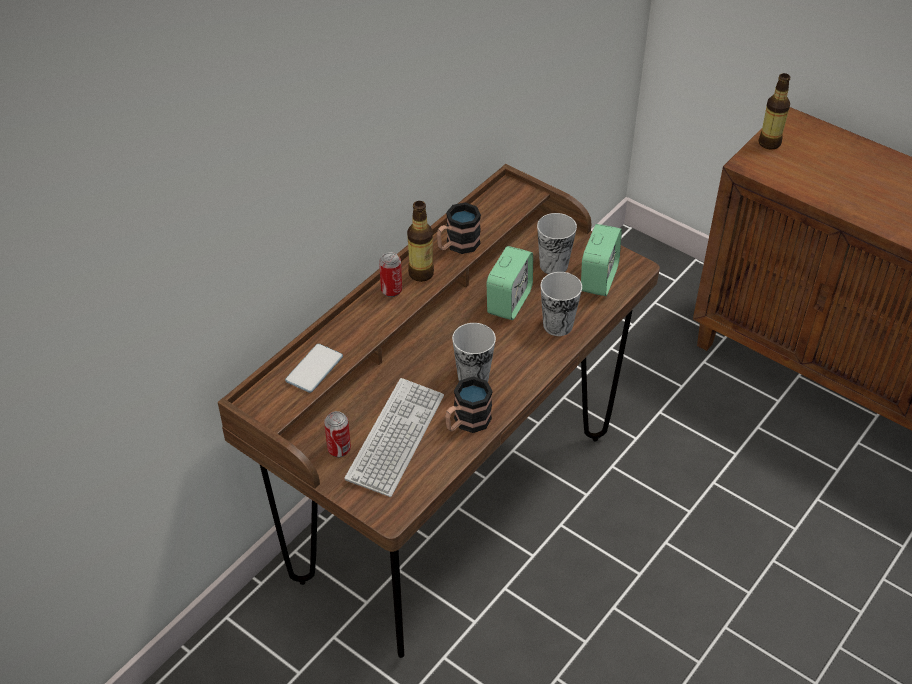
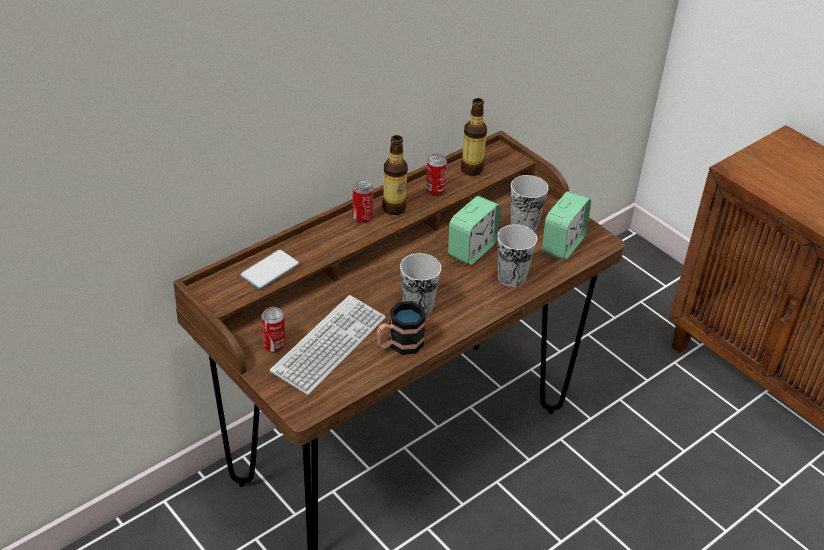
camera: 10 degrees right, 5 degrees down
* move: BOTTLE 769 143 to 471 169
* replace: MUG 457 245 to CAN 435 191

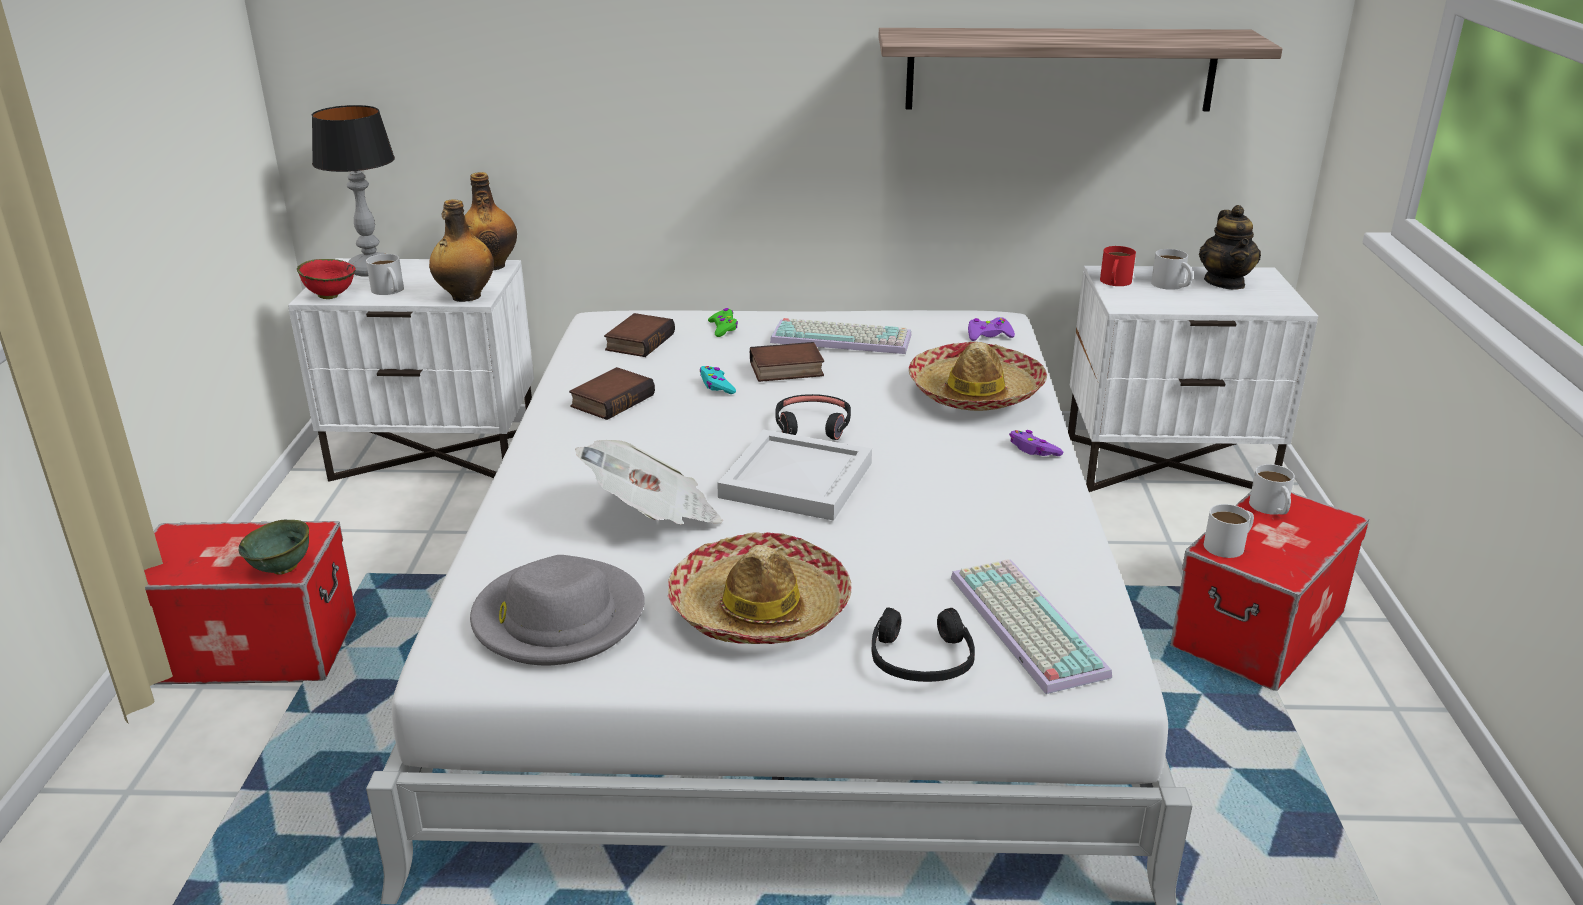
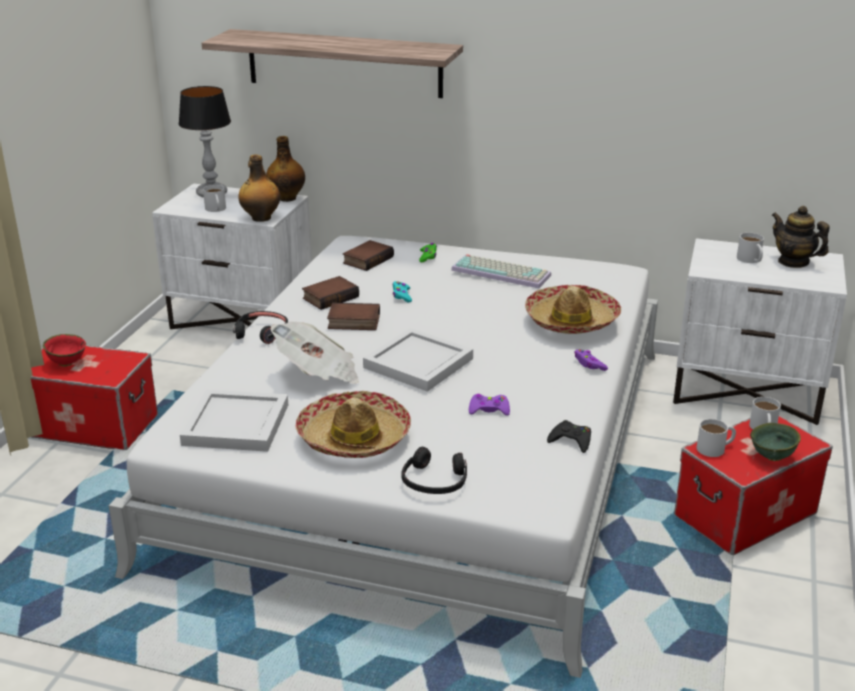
camera: 15 degrees right, 0 degrees up
* delete: KEYBOARD 1021 624
* delete: RED MUG 1114 283
* insert: BLACK GAME CONTROLLER 571 440
* move: GREEN BOWL 282 569 to 772 457
* move: RED BOWL 330 296 to 67 363
* move: BOOK 785 370 to 353 322
* move: BLACK HEADPHONES 812 426 to 261 332
* move: SHELF 1060 69 to 344 63
* move: PURPLE GAME CONTROLLER 988 335 to 489 410
* replace: GREY HAT 557 618 to WHITE TRAY 234 425
* rotate: TEAPOT 1225 283 = 793 262 120 degrees clockwise

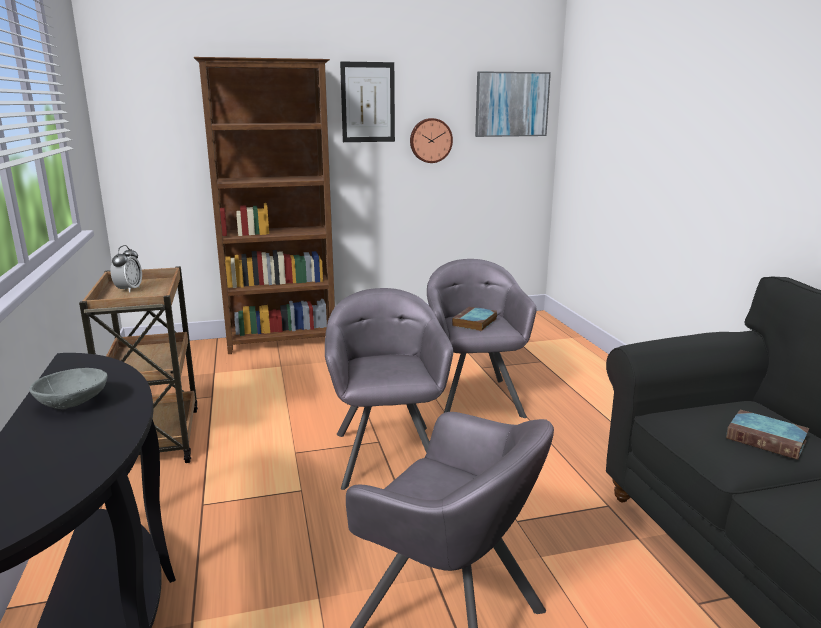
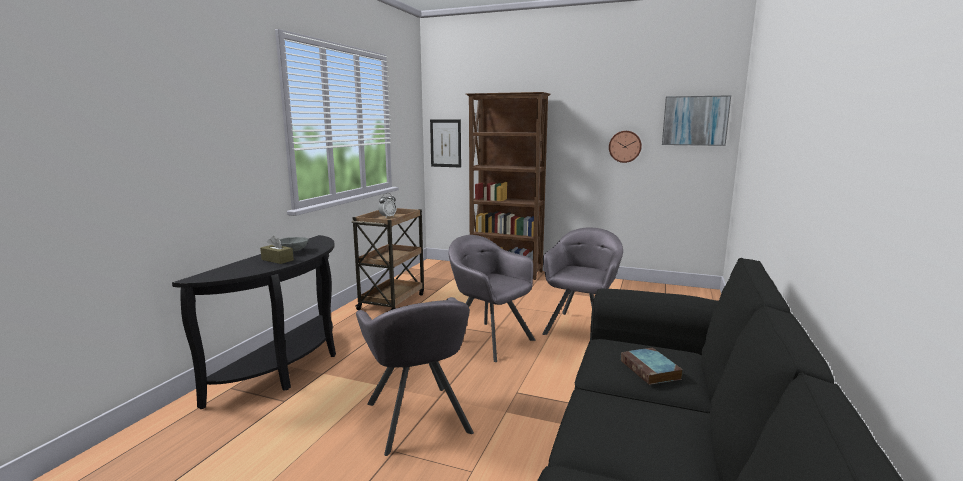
camera: 35 degrees right, 5 degrees down
* delete: BOOK 474 322
* insert: BROWN TISSUE BOX 277 260
* move: PICTURE 368 102 to 445 143
* rotate: GREY ARMCHAIR 388 454 = 489 340 75 degrees counterclockwise

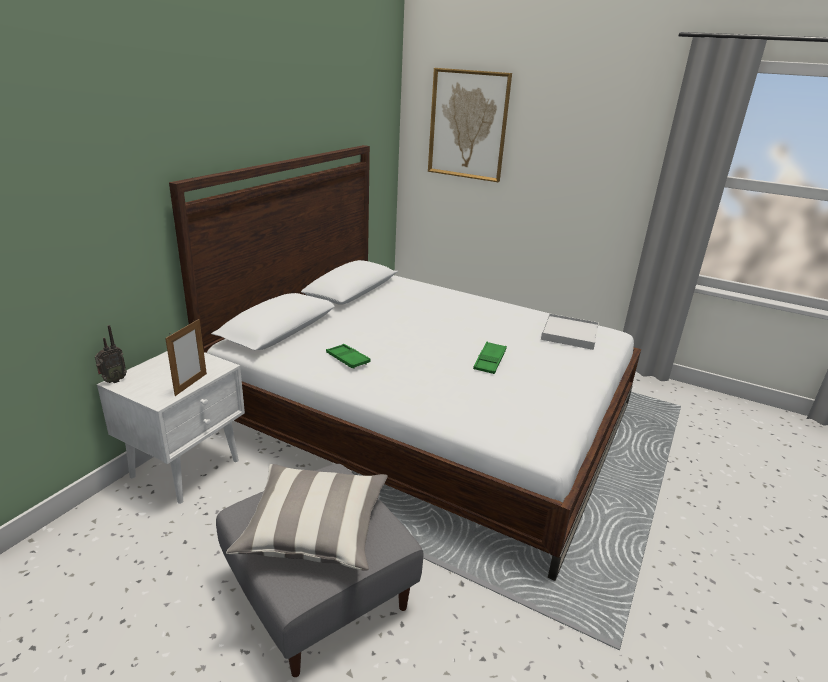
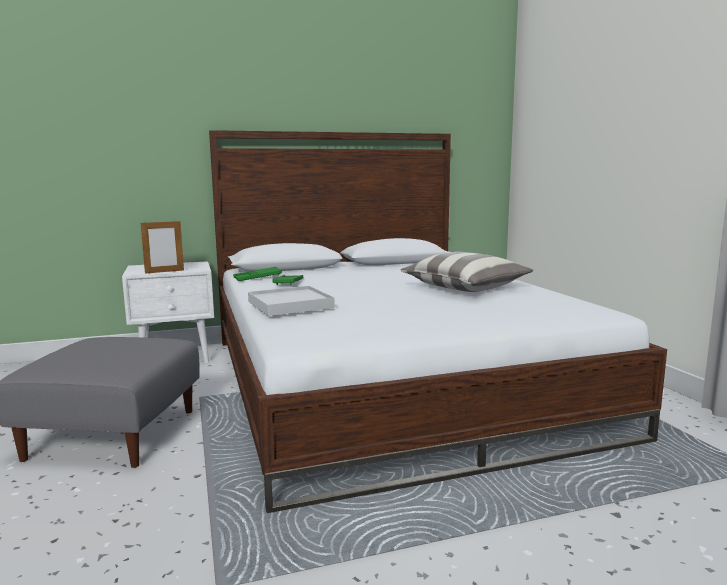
camera: 45 degrees right, 15 degrees down
* delete: RADIO 113 381
* delete: PICTURE 468 125
* move: PILLOW 314 529 to 465 287
* move: GREEN TRAY 489 361 to 258 277
* move: WHITE TRAY 569 334 to 290 304

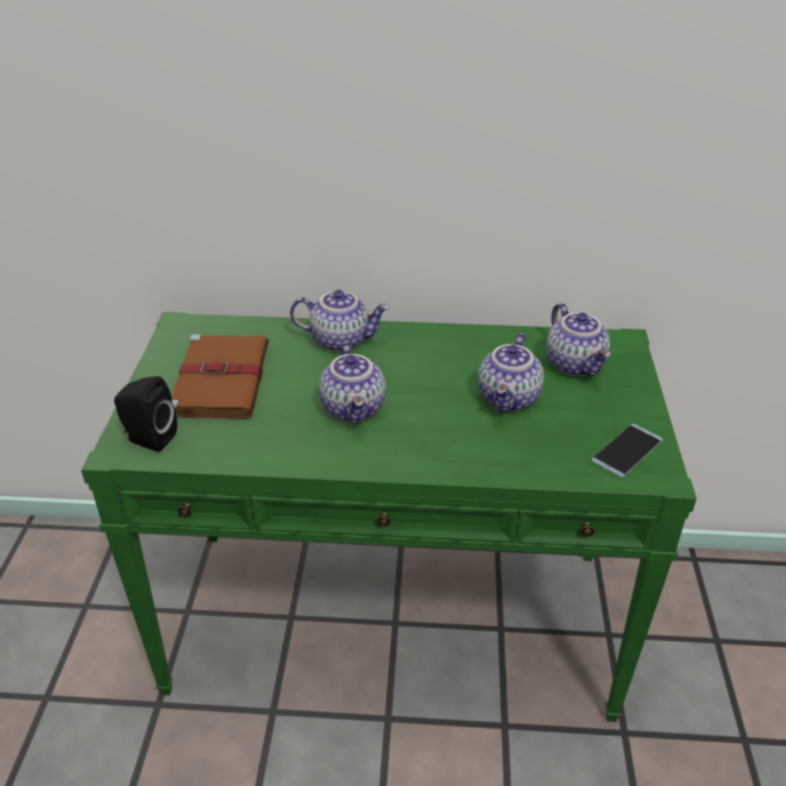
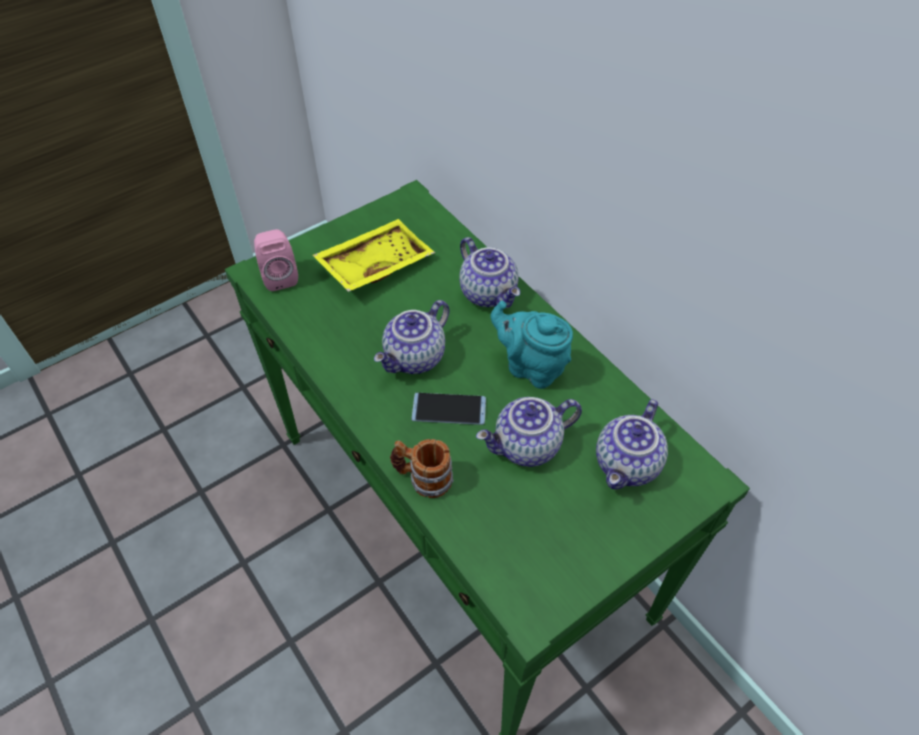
camera: 50 degrees right, 15 degrees up
* insert: MUG 422 478
* insert: TURQUOISE TEAPOT 531 367
* move: PHONE 627 451 to 449 409
* replace: BROWN BOOK 221 379 to YELLOW TRAY 374 264
* recolor: BLACK SPEAKER 148 439 to PINK SPEAKER 279 276

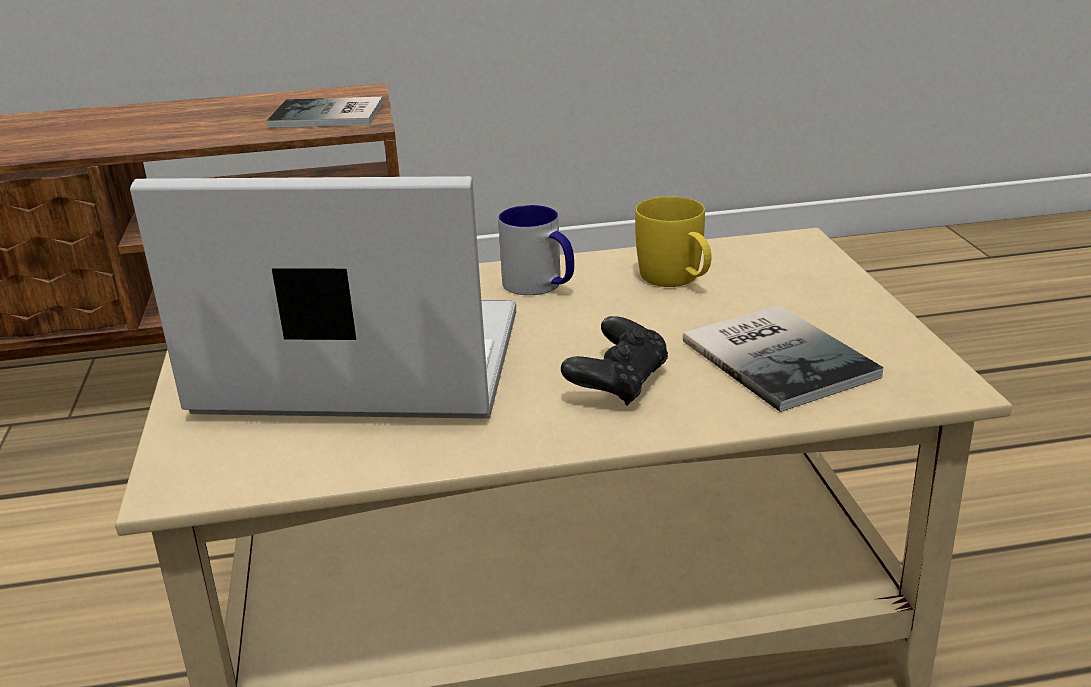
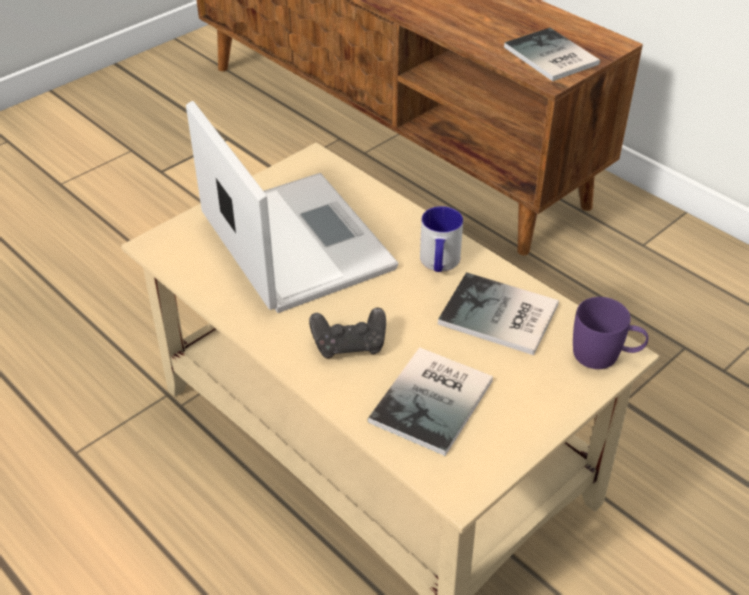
camera: 55 degrees right, 15 degrees up
* insert: PURPLE MUG 605 356
* replace: YELLOW MUG 677 280 to BOOK 500 317

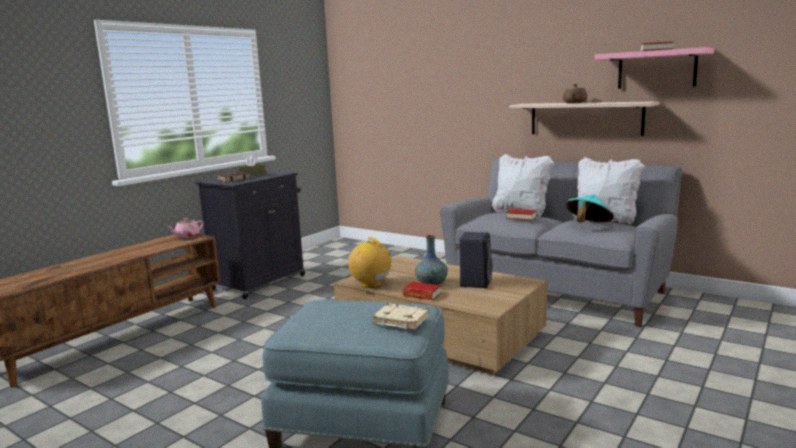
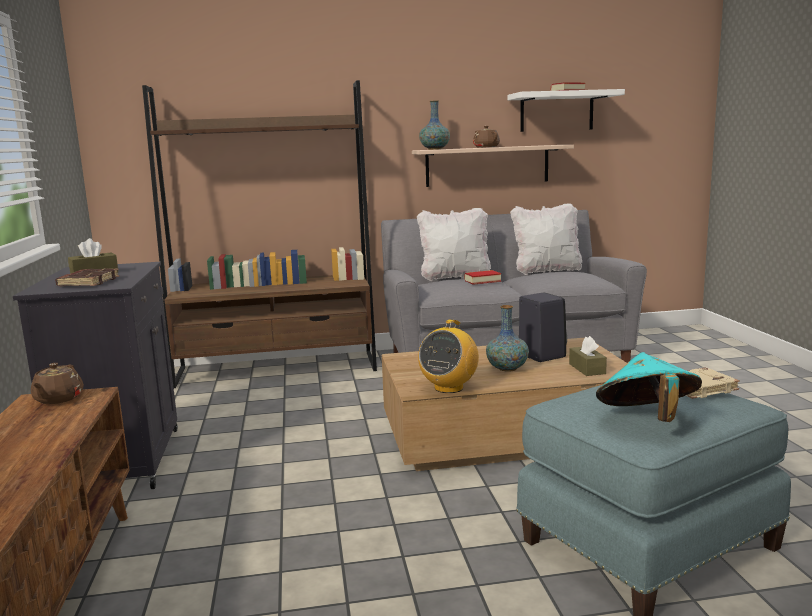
camera: 45 degrees left, 0 degrees up
* delete: BOOK 422 295
* insert: BROWN BOOKCASE 277 369
* insert: VASE 434 149
* insert: BROWN TISSUE BOX 587 369
* move: TURQUOISE HAT 588 225 to 646 419
* recolor: PINK TEAPOT 187 236 to BROWN TEAPOT 58 399
* recolor: PINK SHELF 656 69 to WHITE SHELF 556 112
* rotate: RADIO 371 284 = 449 388 60 degrees counterclockwise

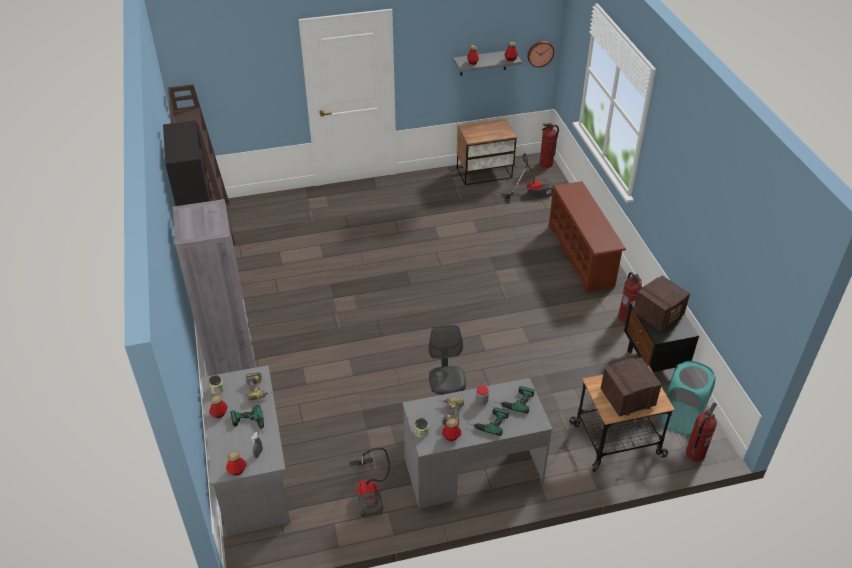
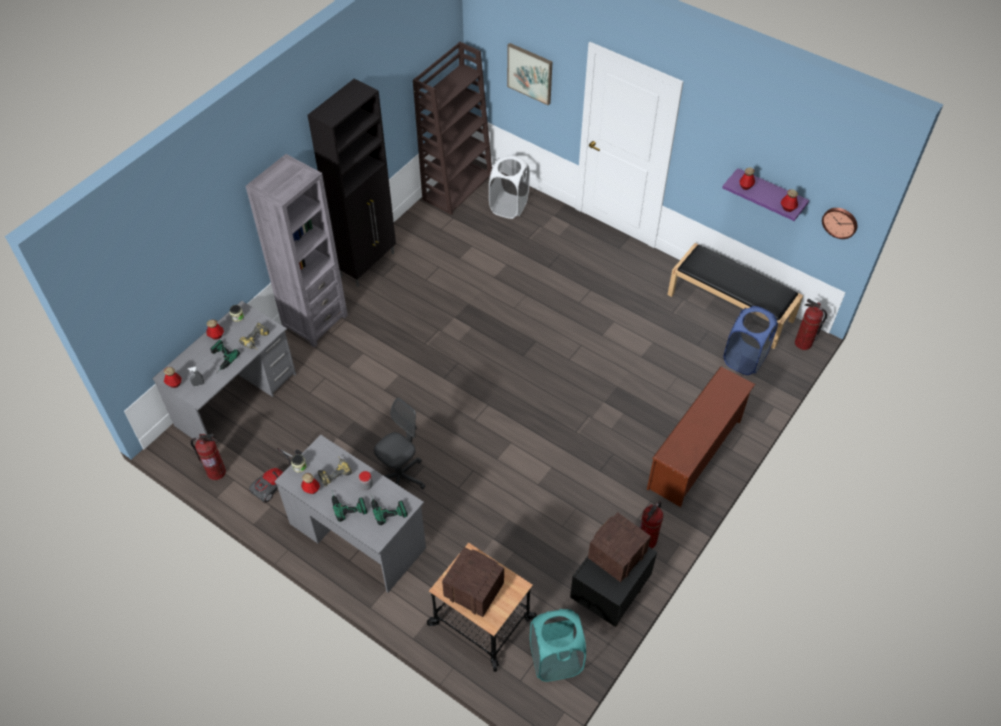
camera: 50 degrees right, 10 degrees up
* insert: WHITE LAUNDRY BASKET 509 206
* insert: PICTURE 530 73
* move: FIRE EXTINGUISHER 695 454 to 216 472
* replace: NIGHTSTAND 485 173 to BLACK BENCH 731 307
* replace: VACUUM CLEANER 531 192 to BLUE LAUNDRY BASKET 744 359
* recolor: GREY SHELF 483 63 to PURPLE SHELF 770 193
* rotate: RADIO 659 314 = 616 556 120 degrees clockwise

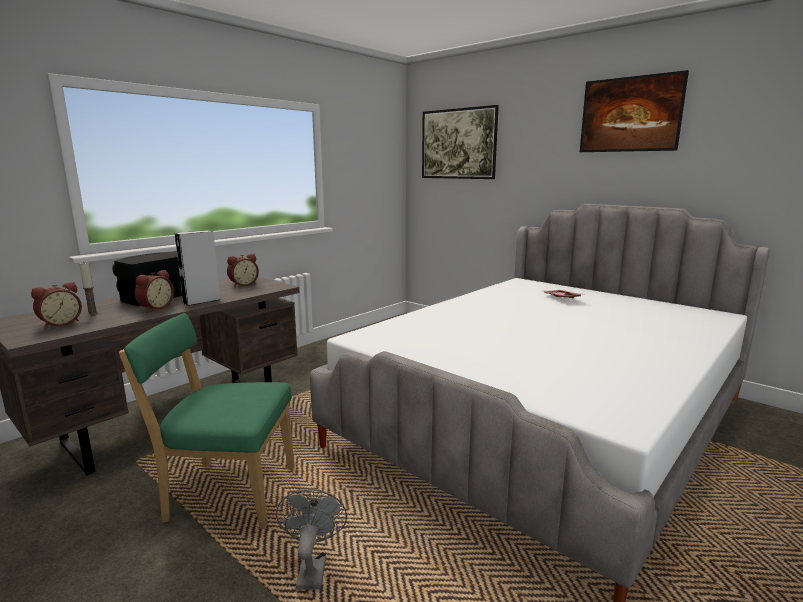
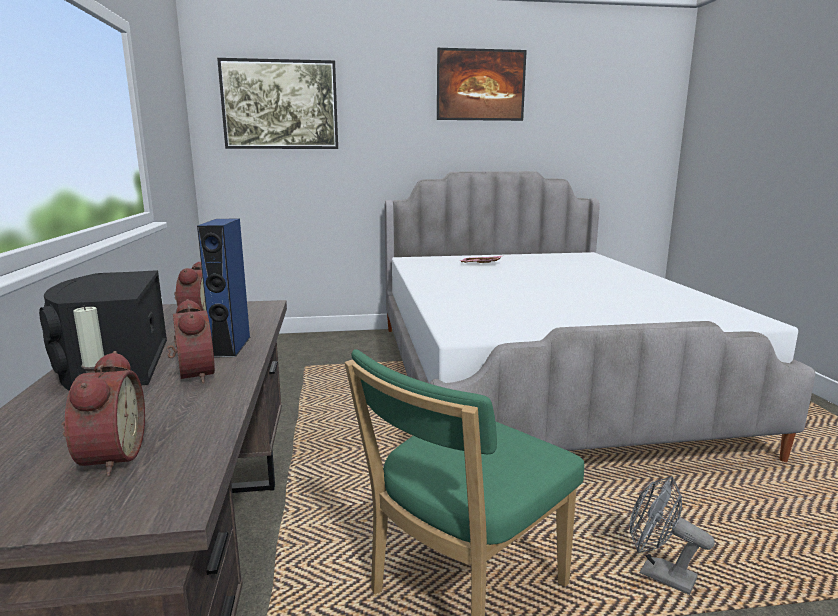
camera: 50 degrees left, 0 degrees up
* recolor: GREY SPEAKER 201 301 to BLUE SPEAKER 231 346

